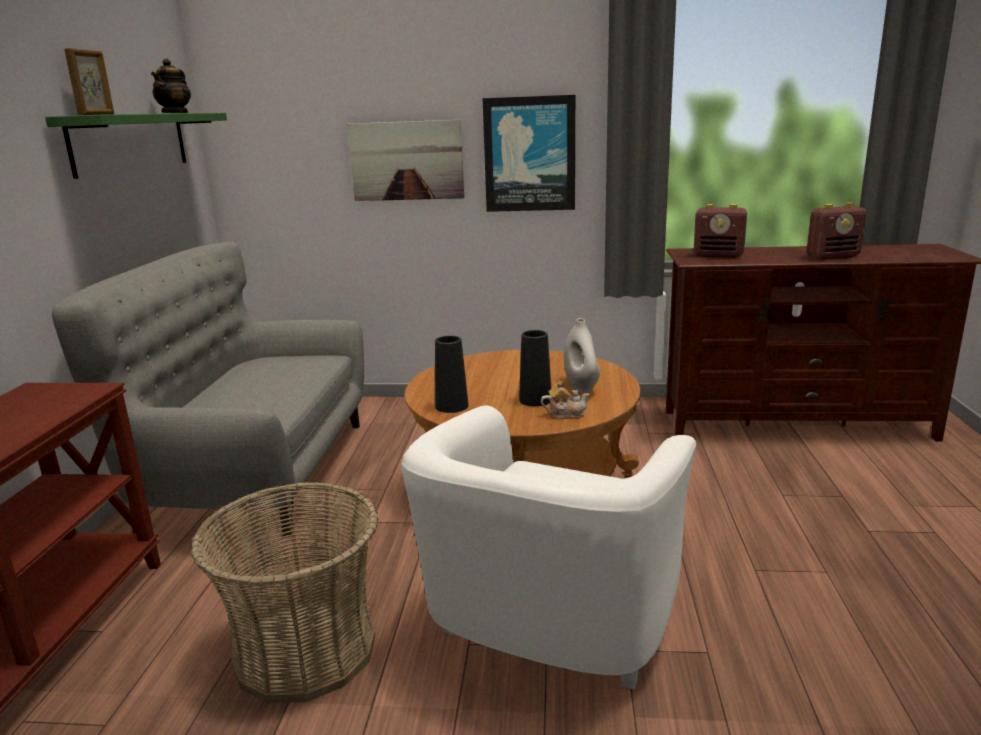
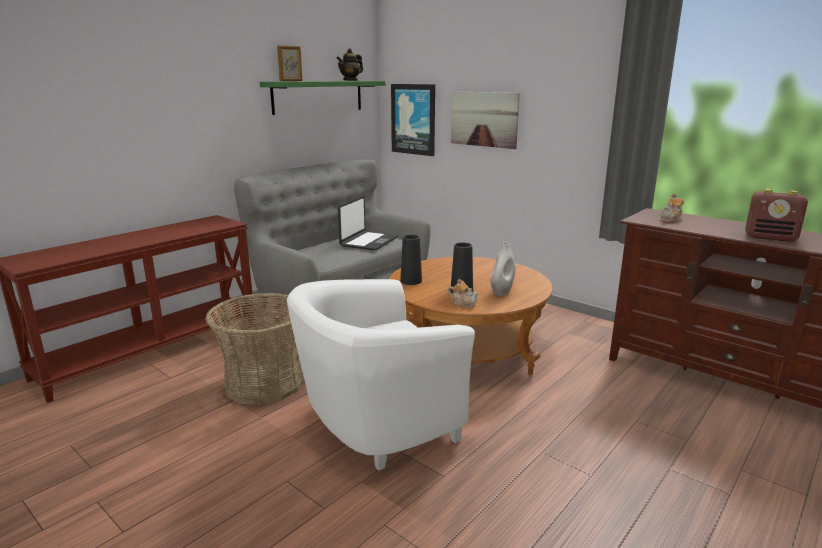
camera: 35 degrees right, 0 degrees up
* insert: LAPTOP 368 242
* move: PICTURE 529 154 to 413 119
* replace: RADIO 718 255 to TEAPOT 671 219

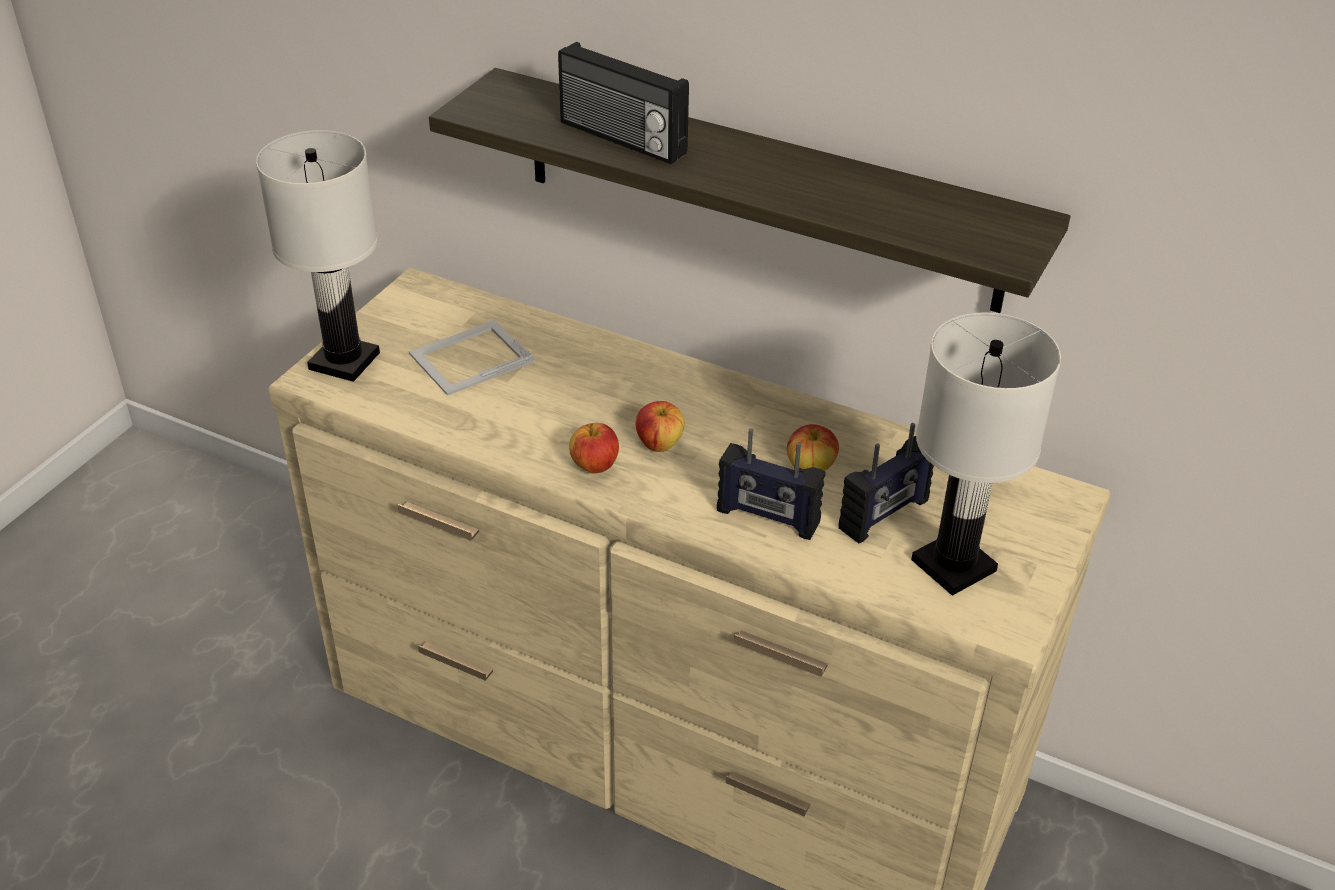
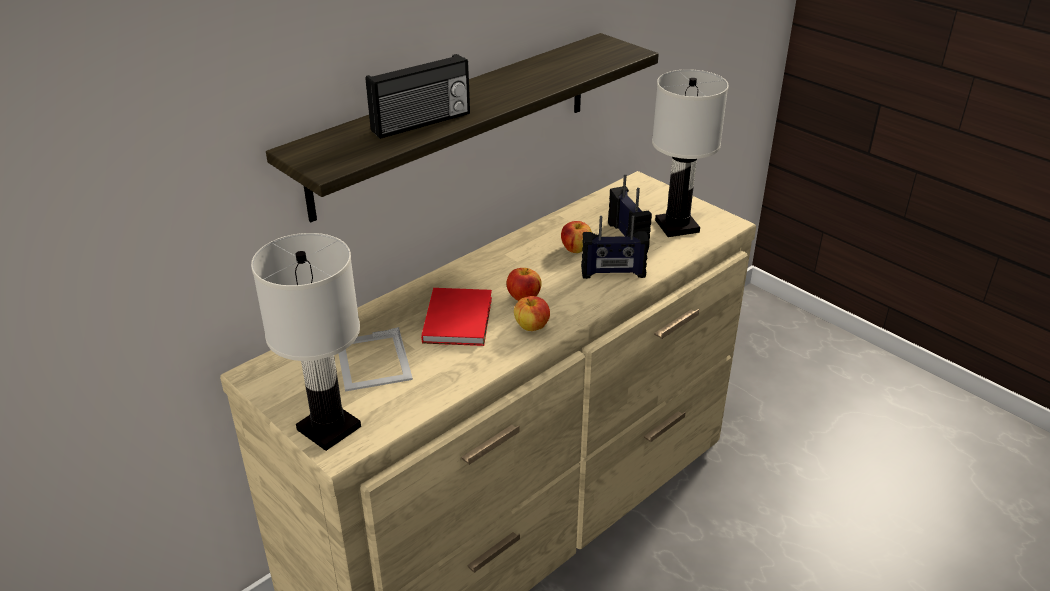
camera: 70 degrees left, 5 degrees down
* insert: RED BOOK 459 318
* rotate: RADIO 767 517 = 613 273 45 degrees clockwise

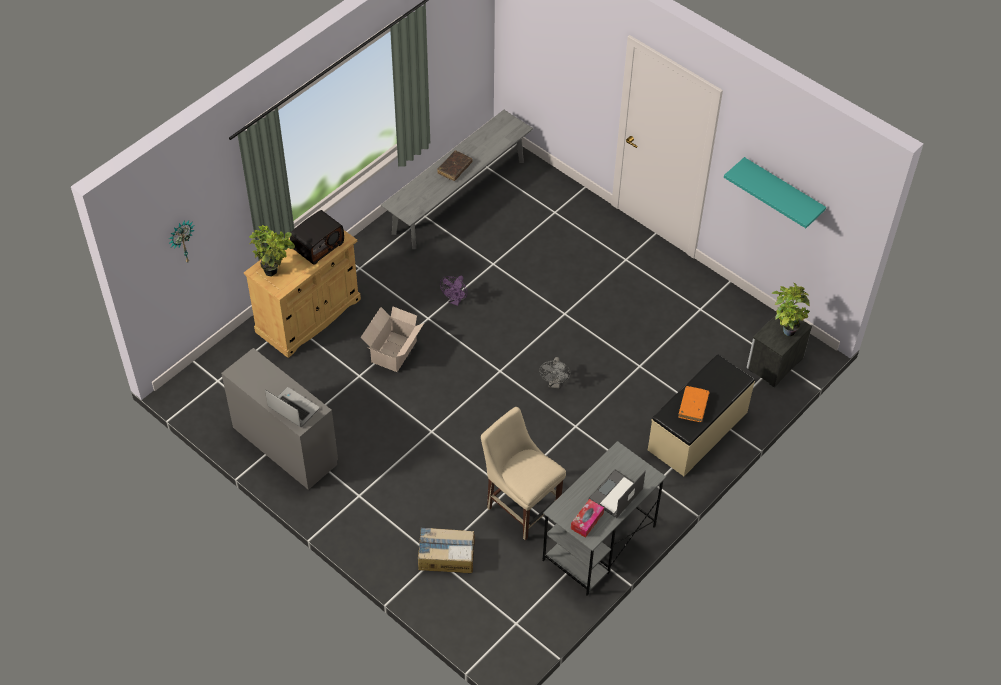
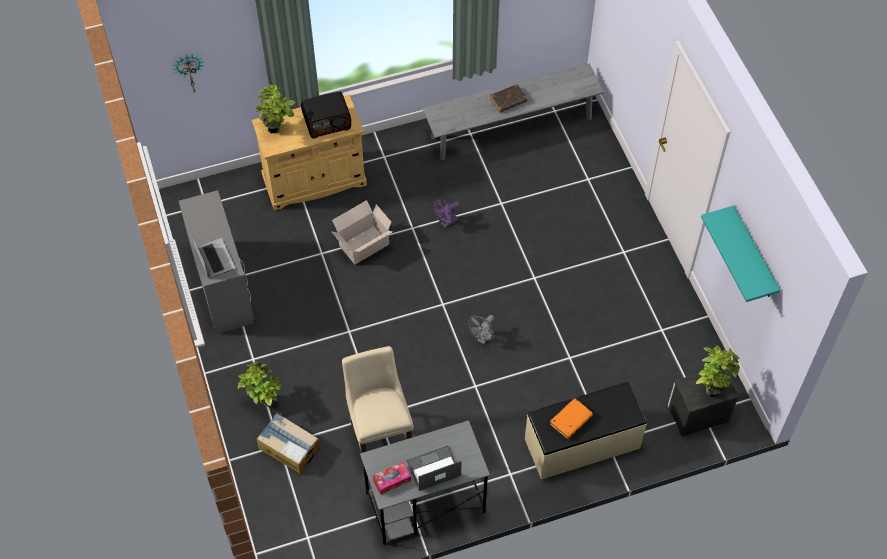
camera: 30 degrees right, 5 degrees up
* insert: POTTED PLANT 264 401

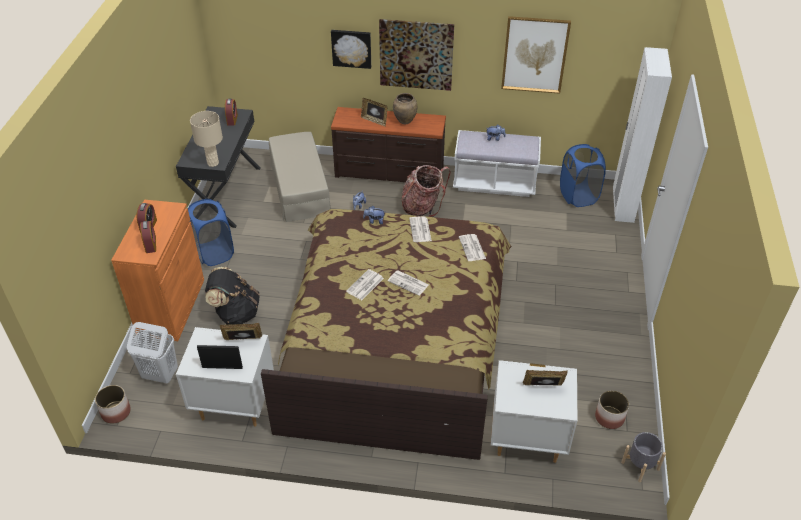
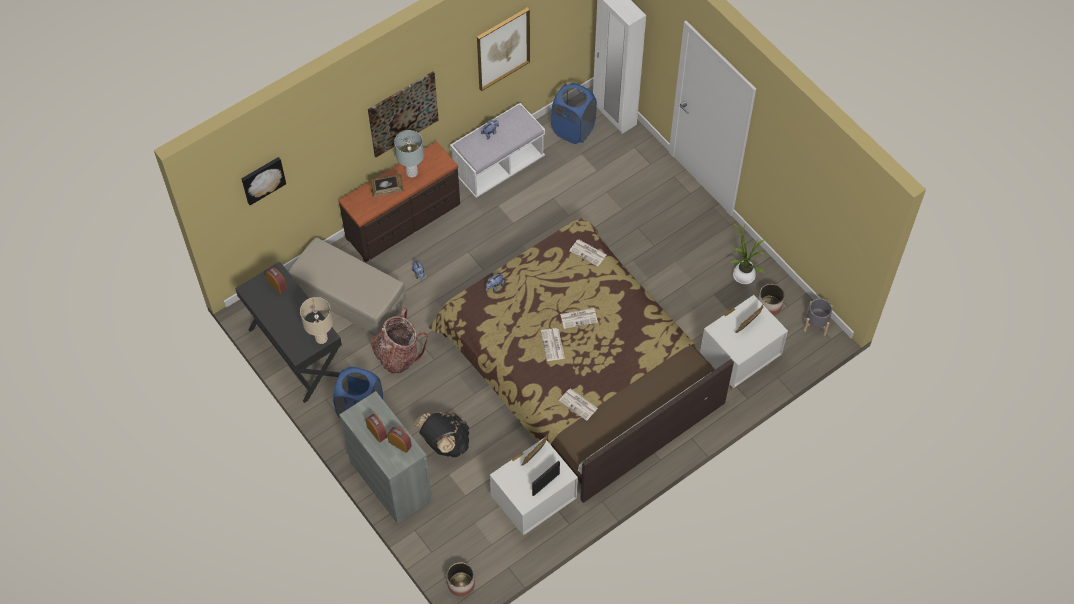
camera: 45 degrees left, 15 degrees up
* delete: WHITE LAUNDRY BASKET 160 375
* insert: POTTED PLANT 742 274
* move: PICTURE 351 48 to 262 179
* move: BACKPACK 423 207 to 398 355
* move: NEWSPAPER 420 230 to 579 404
* replace: BROWN VASE 405 121 to GREY TABLE LAMP 412 172
* recolor: ORANGE CABINET 171 307 to GREY CABINET 391 480

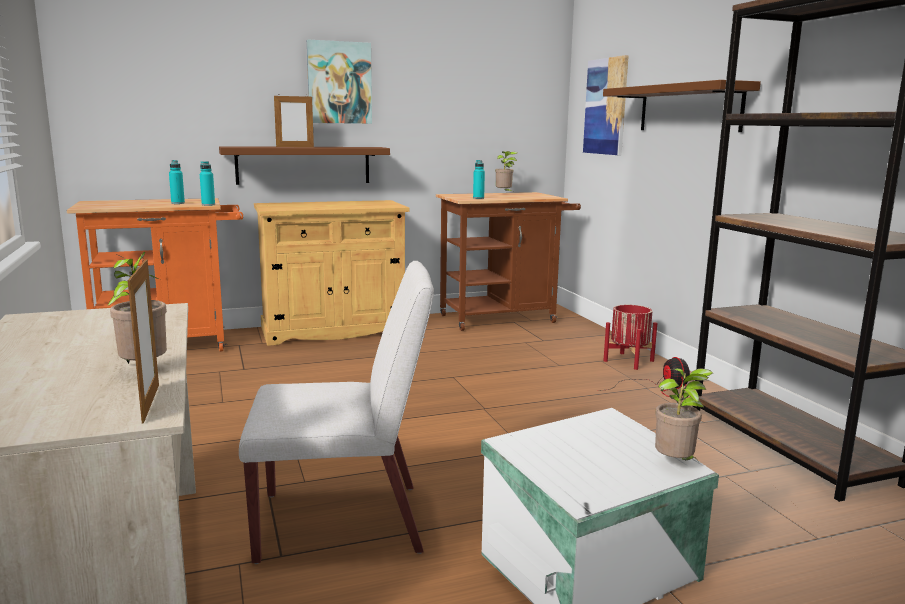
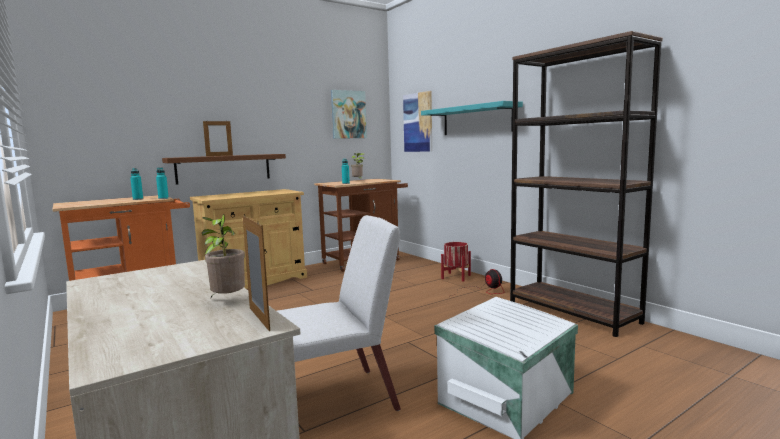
camera: 15 degrees left, 5 degrees down
* delete: POTTED PLANT 676 464
* move: PICTURE 339 83 to 348 114
* recolor: BROWN SHELF 689 108 to TURQUOISE SHELF 476 120

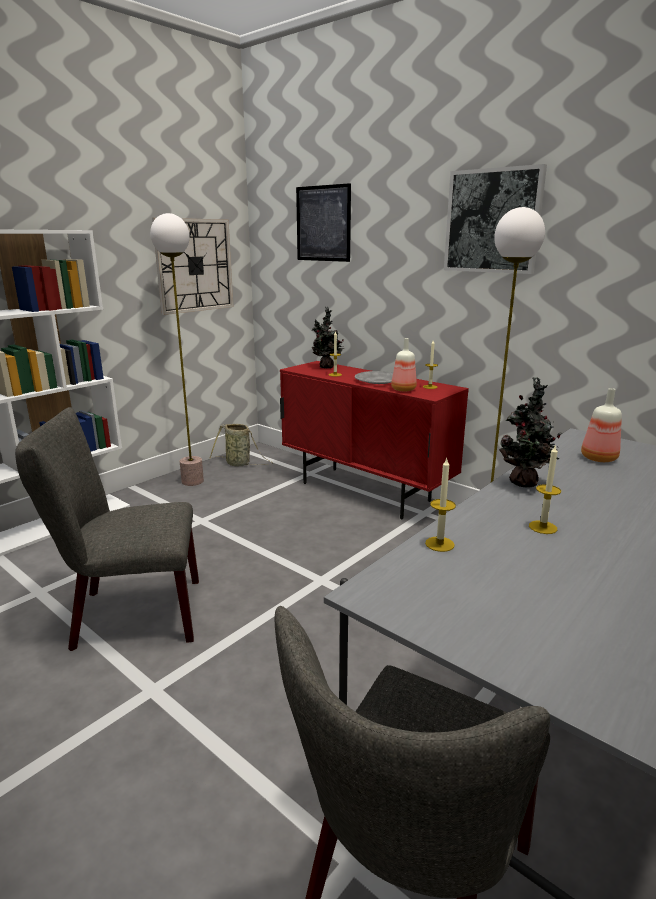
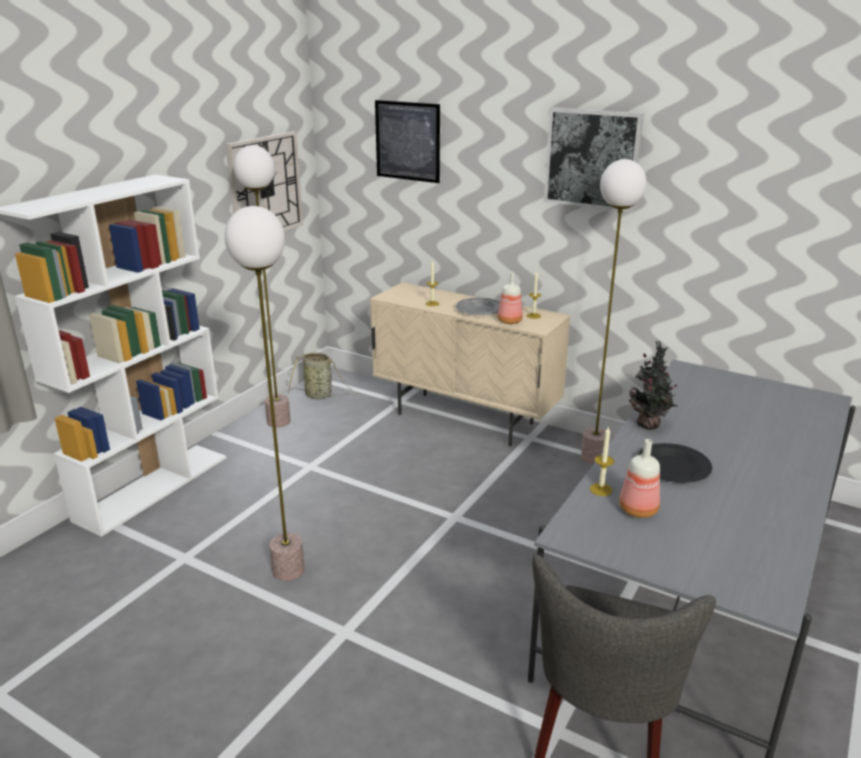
camera: 10 degrees left, 5 degrees up
* delete: POTTED PLANT 326 367
* move: BOTTLE 597 458 to 636 510
* replace: GREY CHAIR 129 615 to FLOOR LAMP 288 570
* replace: CANDLE 542 527 to BLACK PLATE 672 467
* recolor: RED CABINET 365 492 to BEIGE CABINET 465 419

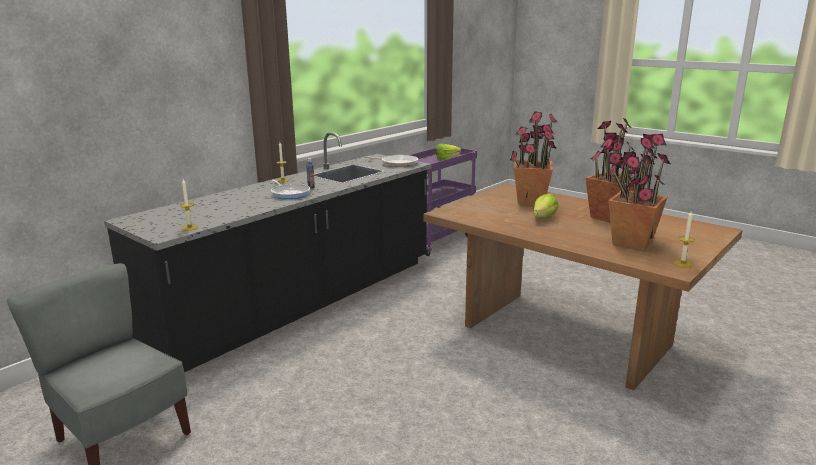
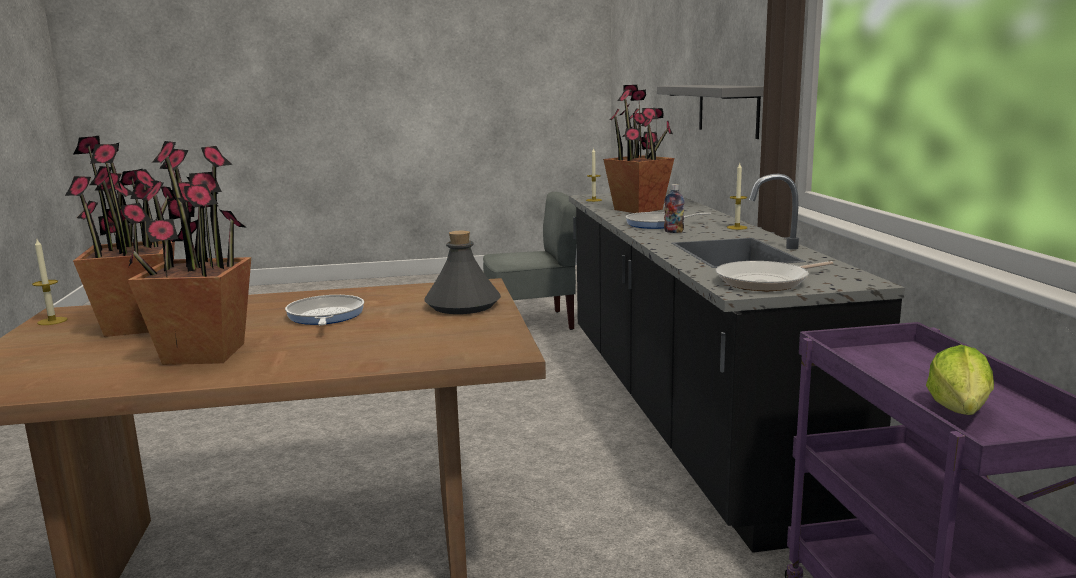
camera: 130 degrees right, 5 degrees down
* insert: GREY BOTTLE 462 305
* insert: GREY SHELF 727 109
* move: POTTED PLANT 530 201 to 639 209
* replace: LETTUCE 541 219 to FRYING PAN 325 316

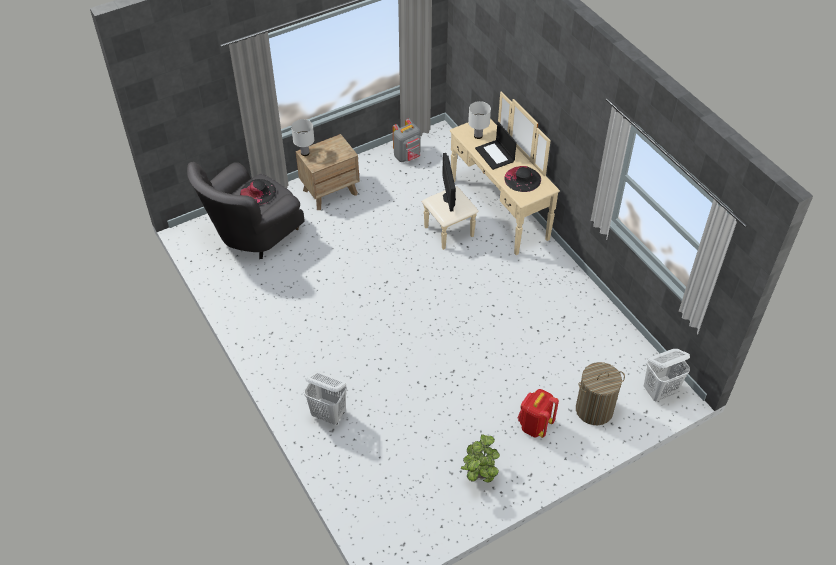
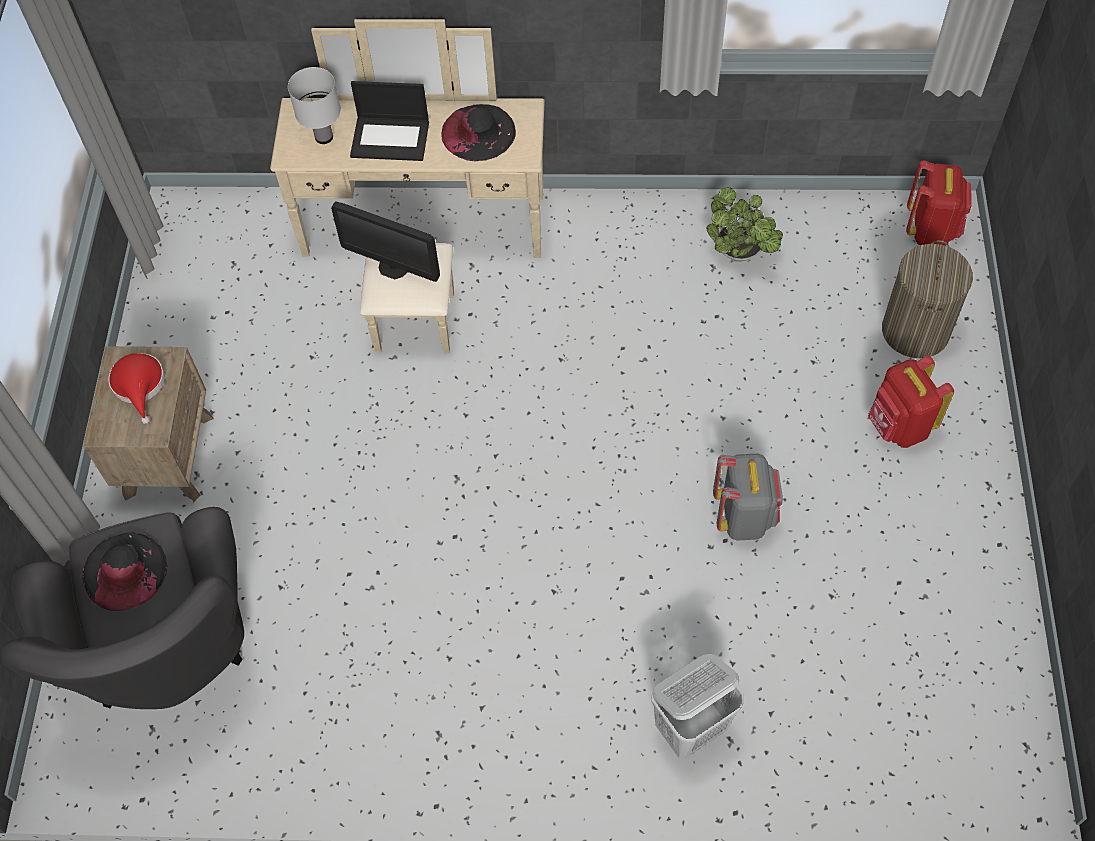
camera: 55 degrees left, 10 degrees up
* delete: WHITE TABLE LAMP 305 153
* insert: RED HAT 139 386
* move: GREY BACKPACK 407 156 to 744 516
* move: POTTED PLANT 479 474 to 741 254
* replace: WHITE LAUNDRY BASKET 660 391 to RED BACKPACK 931 230

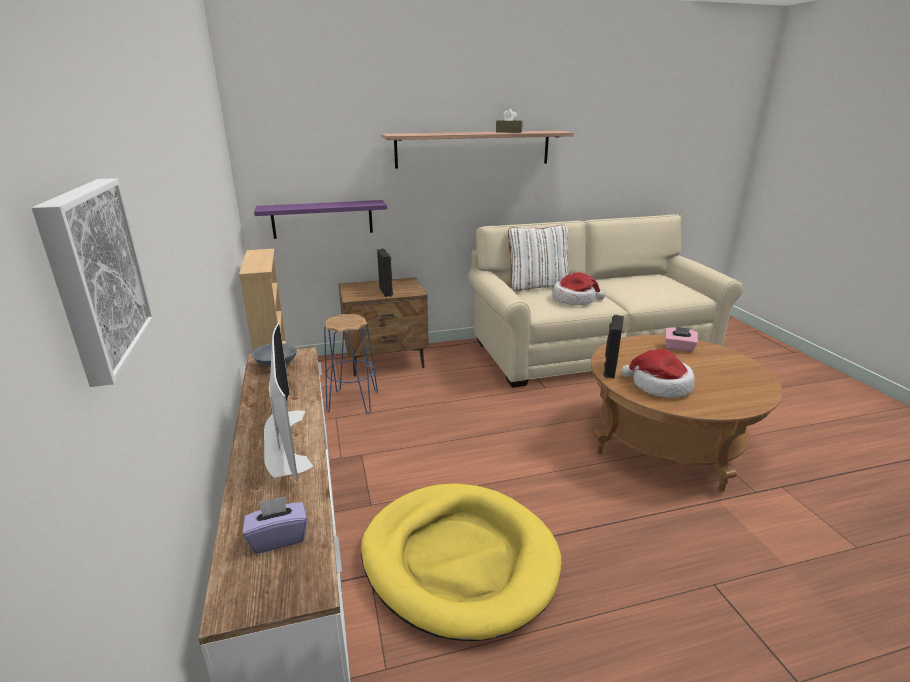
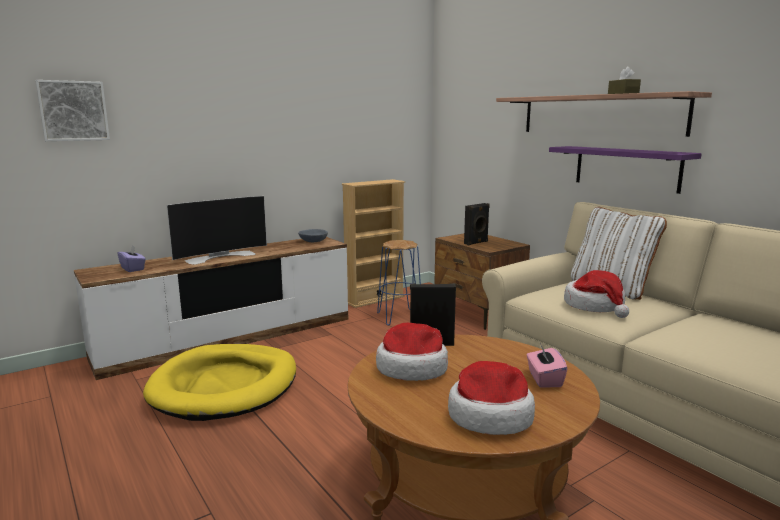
camera: 70 degrees right, 10 degrees down
* insert: HAT 489 415
* move: PURPLE SHELF 322 219 to 626 168

